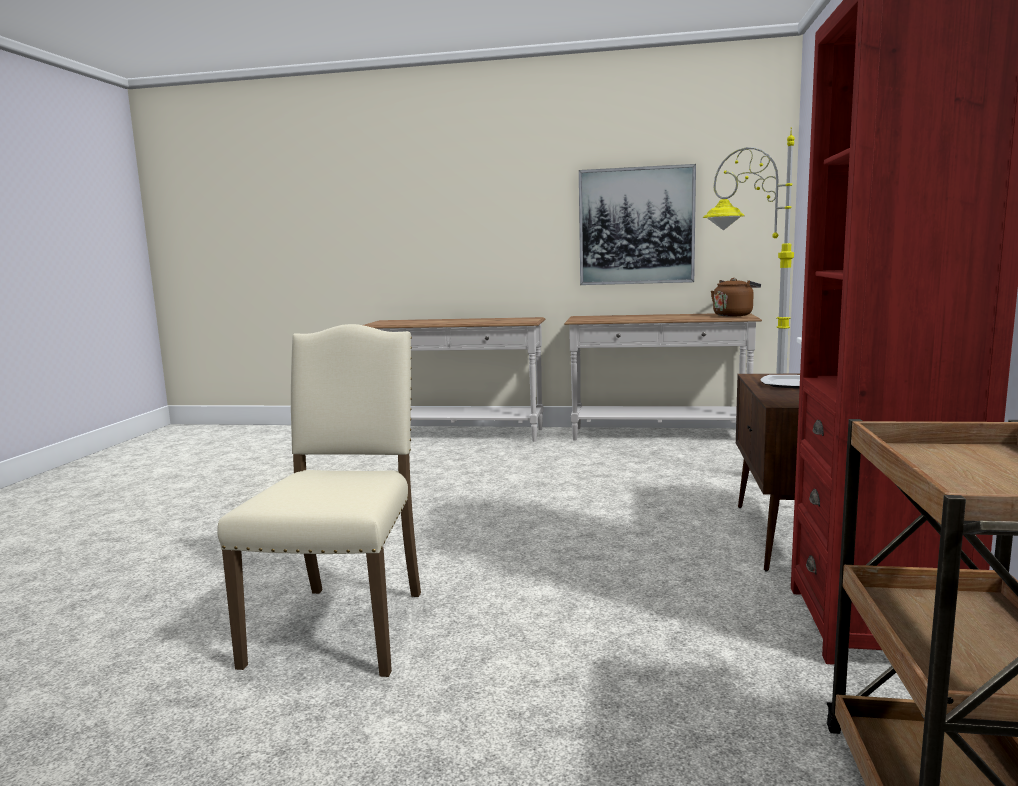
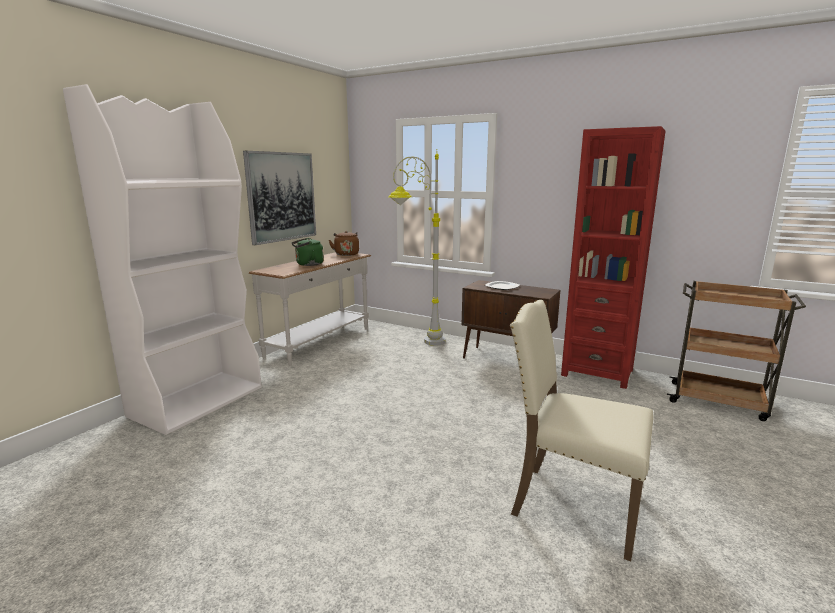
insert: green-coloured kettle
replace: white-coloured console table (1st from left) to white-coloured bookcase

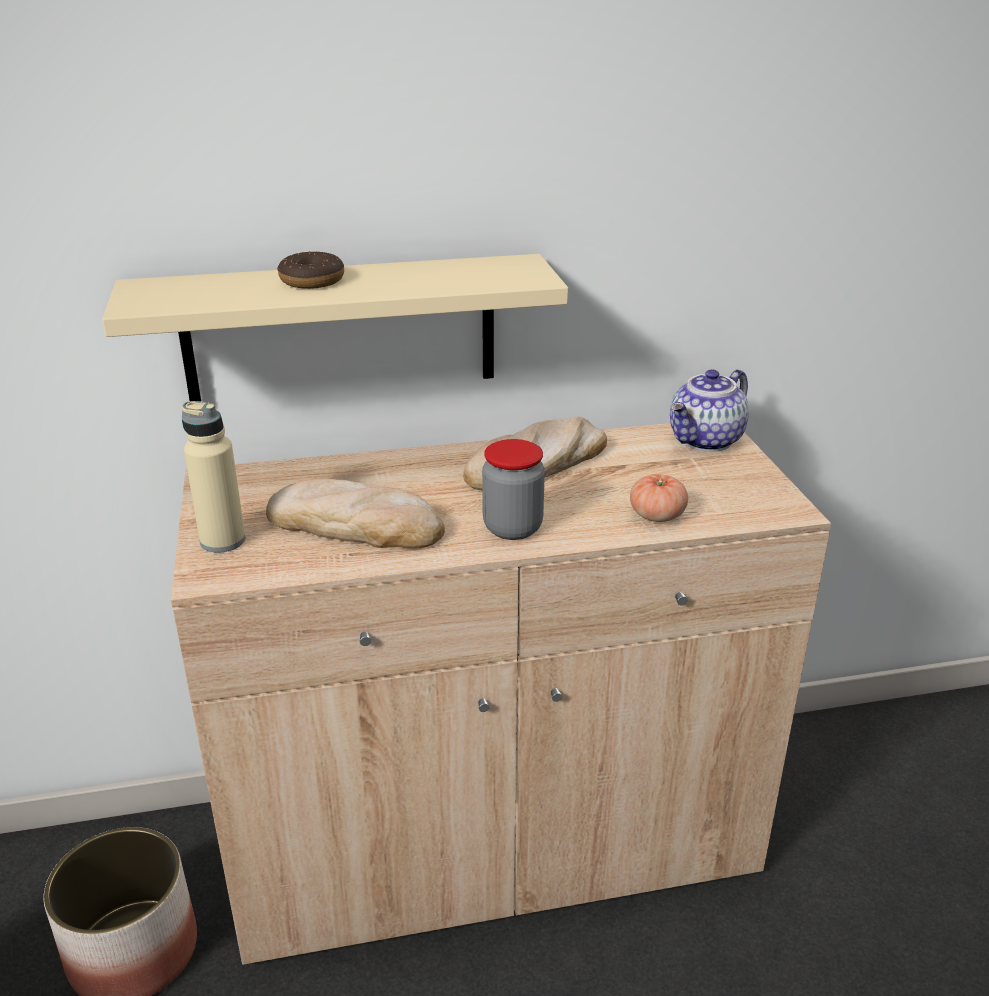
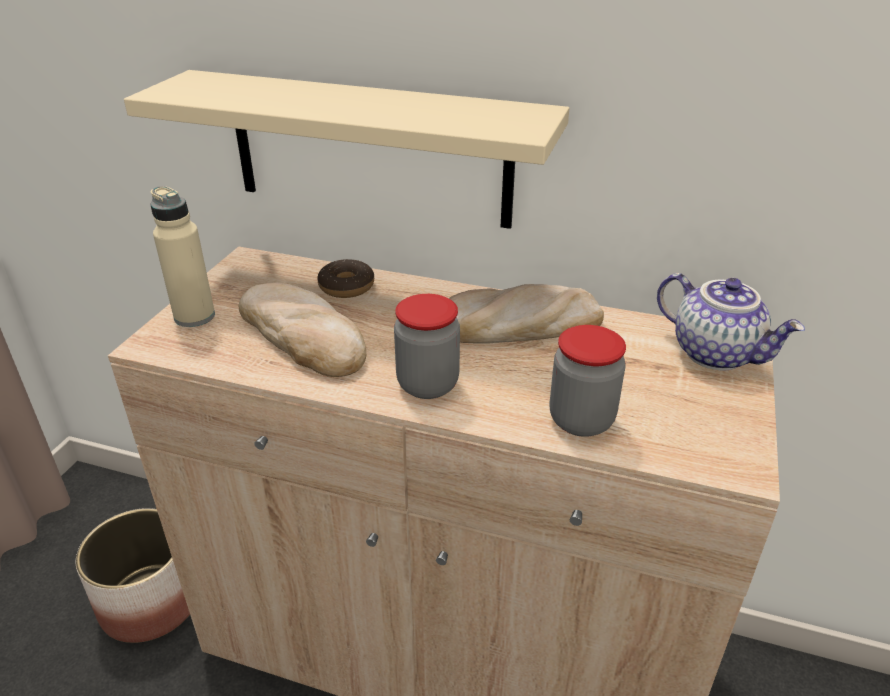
move: donut
replace: tomato to preserve jar (2nd from left)
rotate: pot for tea 120 degrees counterclockwise

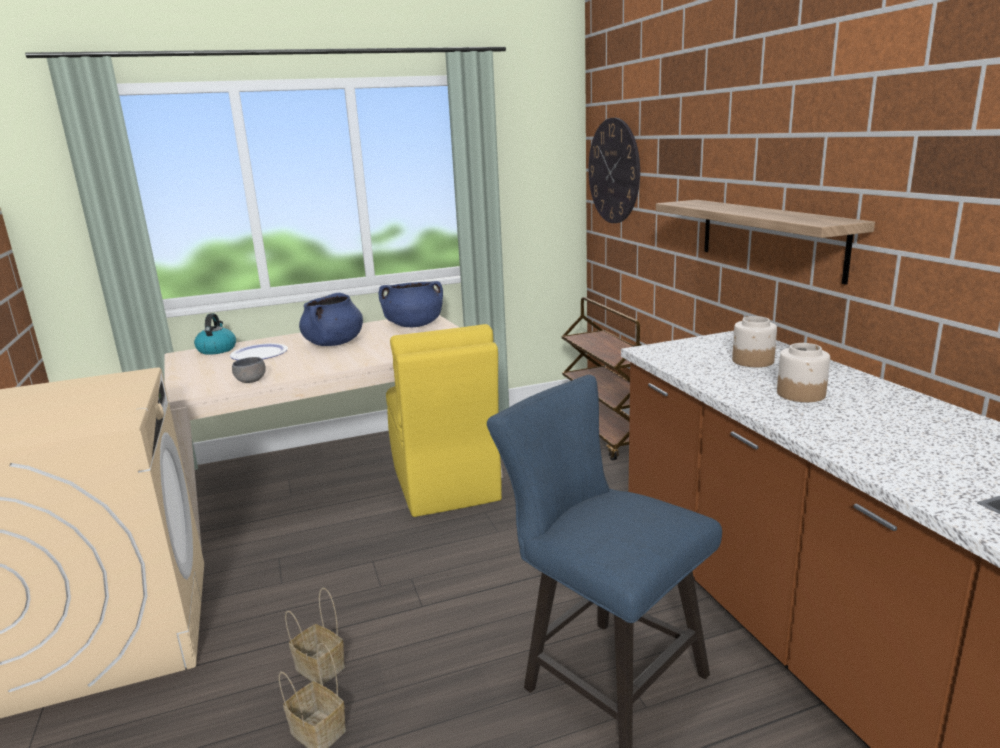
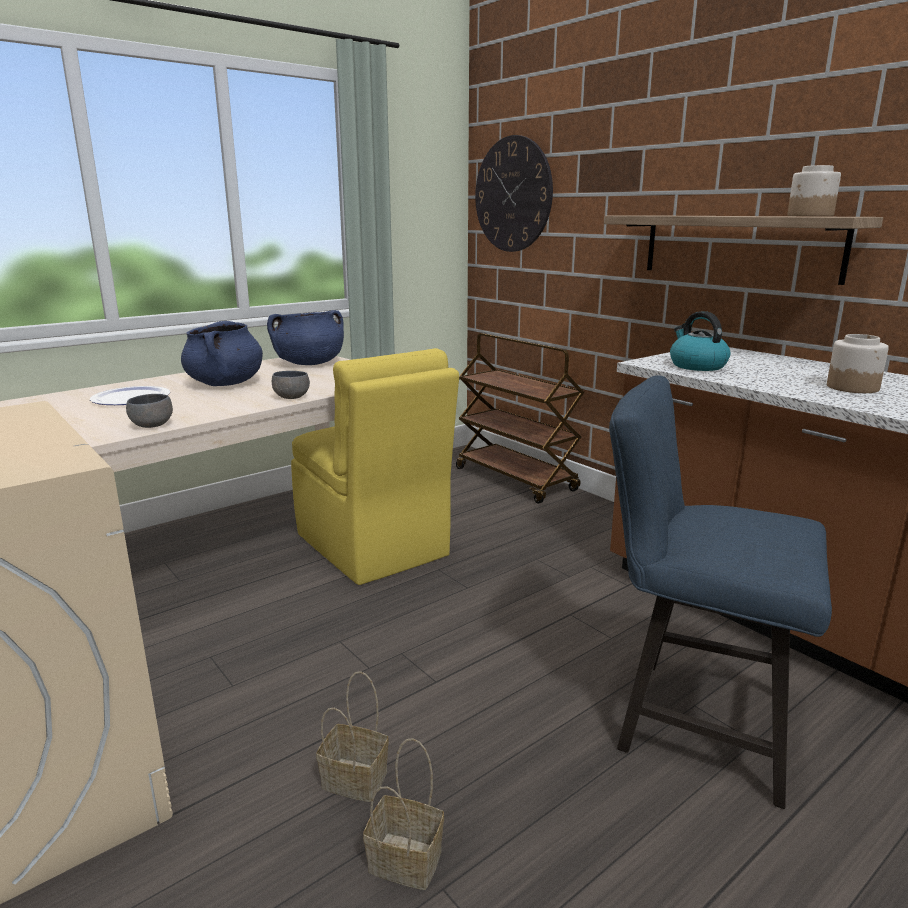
insert: gray serving bowl (2nd from left)
move: kettle; preserve jar (1st from left)

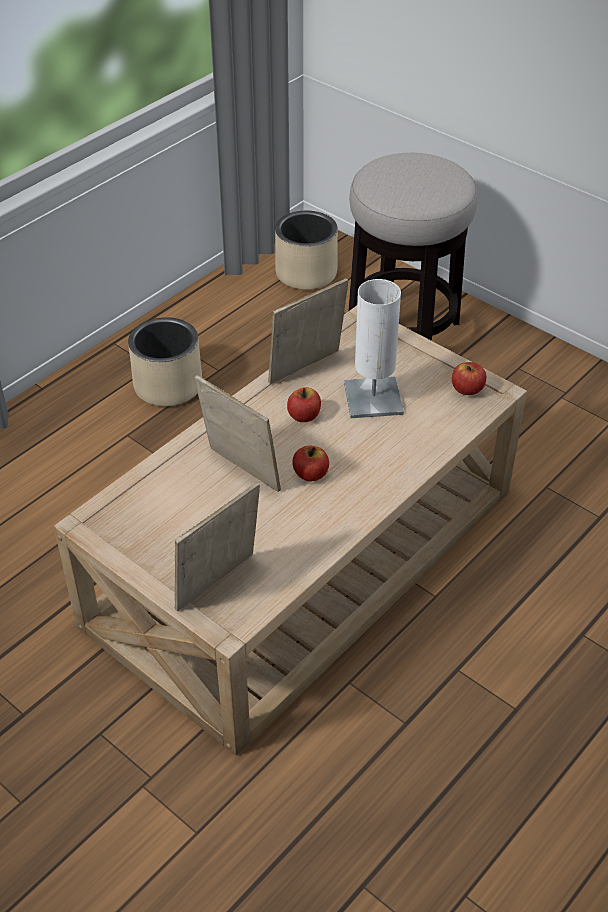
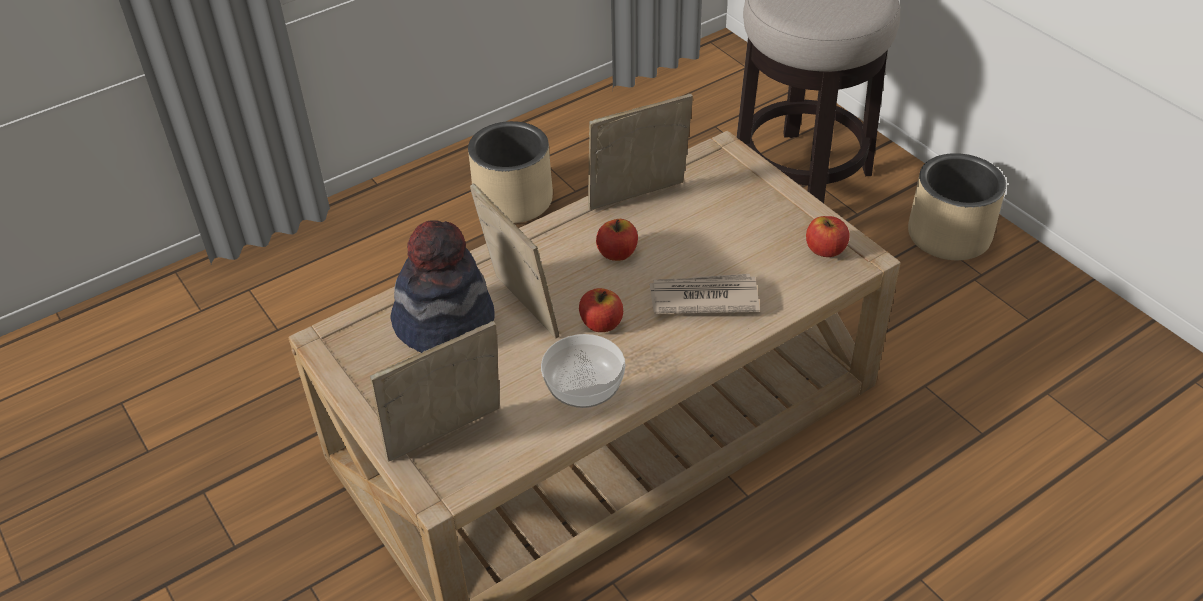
delete: white-coloured tabletop lamp
insert: clothing hat; printed paper; serving bowl
move: beige plant pot (2nd from left)

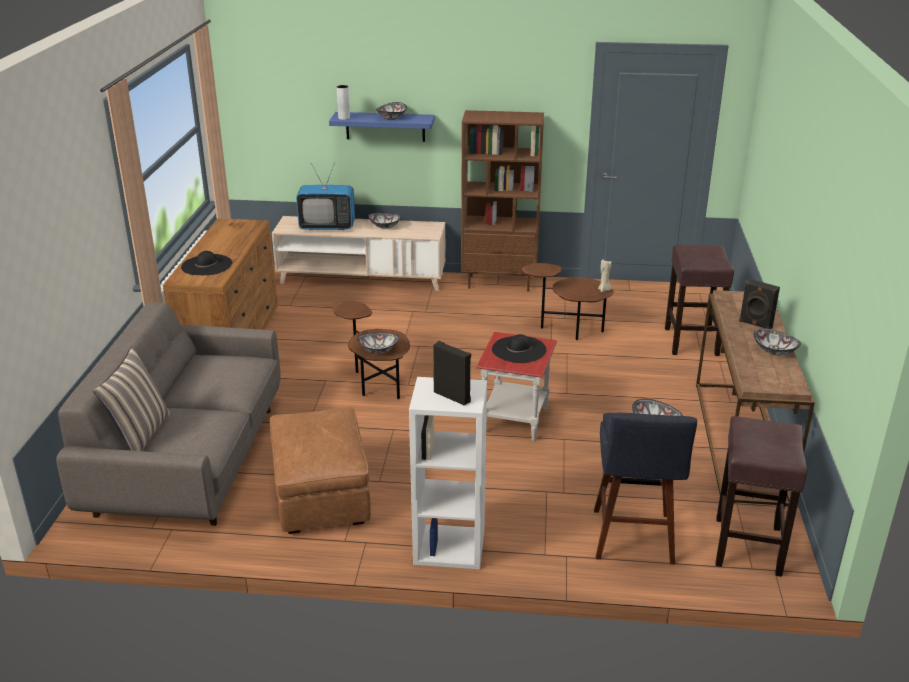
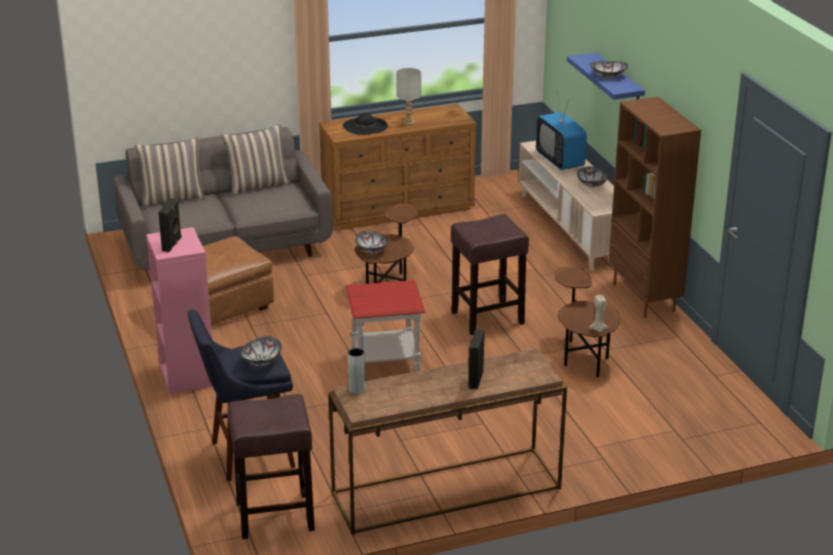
delete: serving bowl (5th from left); blackish clothing hat (2nd from left)
insert: gray tabletop lamp; throw pillow (2nd from left)
move: gray decorative vase; brown sitting stool (1st from left in the first image) to brown sitting stool (2nd from left)
recolor: white-coloured bookcase to pink-coloured bookcase

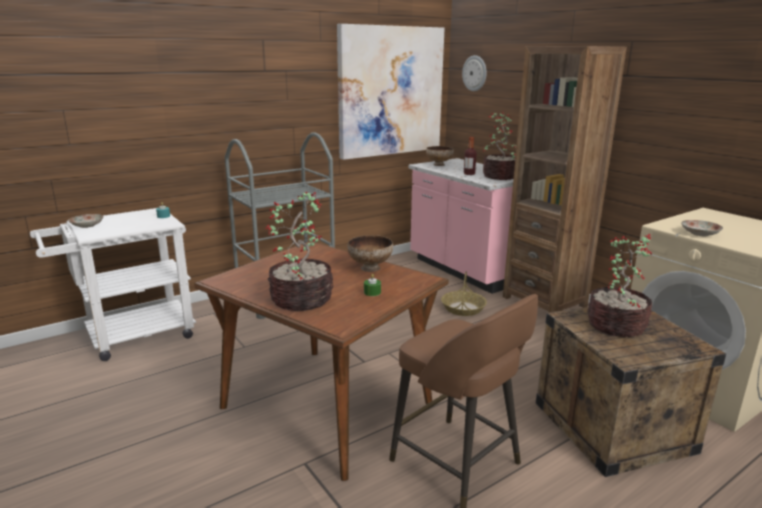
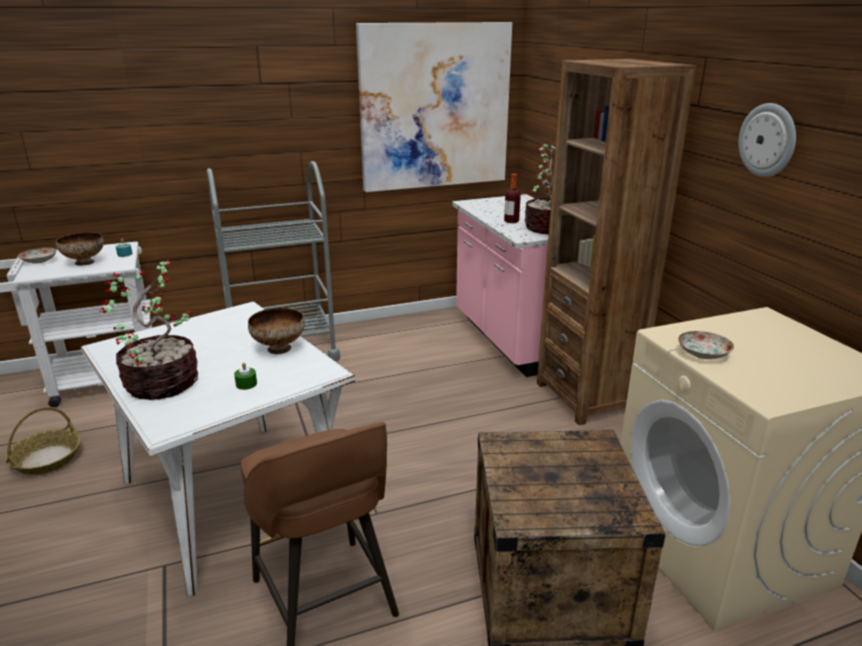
delete: plant in a pot (3rd from left)
move: hanging clock; serving bowl (2nd from left in the first image) to serving bowl (1st from left); basket
recolor: brown dining table to white-coloured dining table

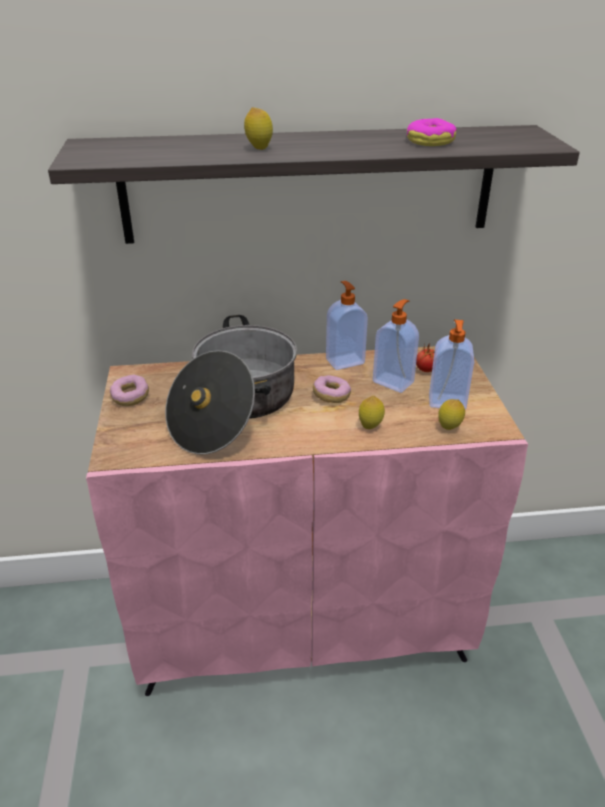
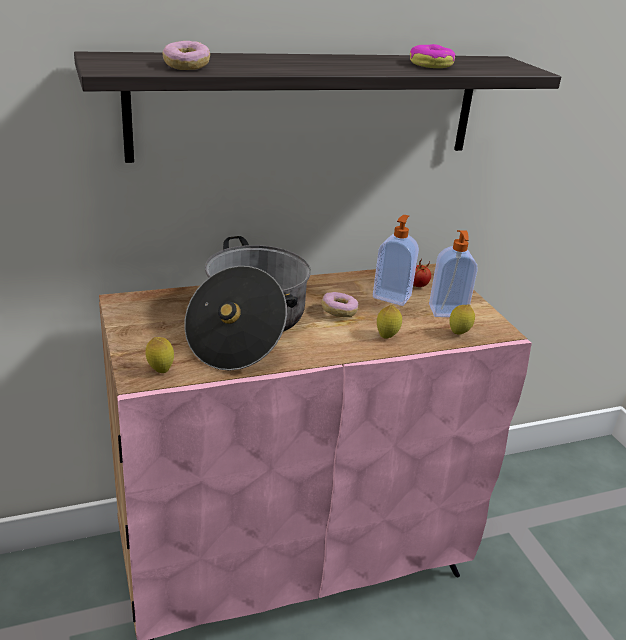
delete: liquid soap bottle (1st from left)
move: lemon (1st from left); donut (1st from left)

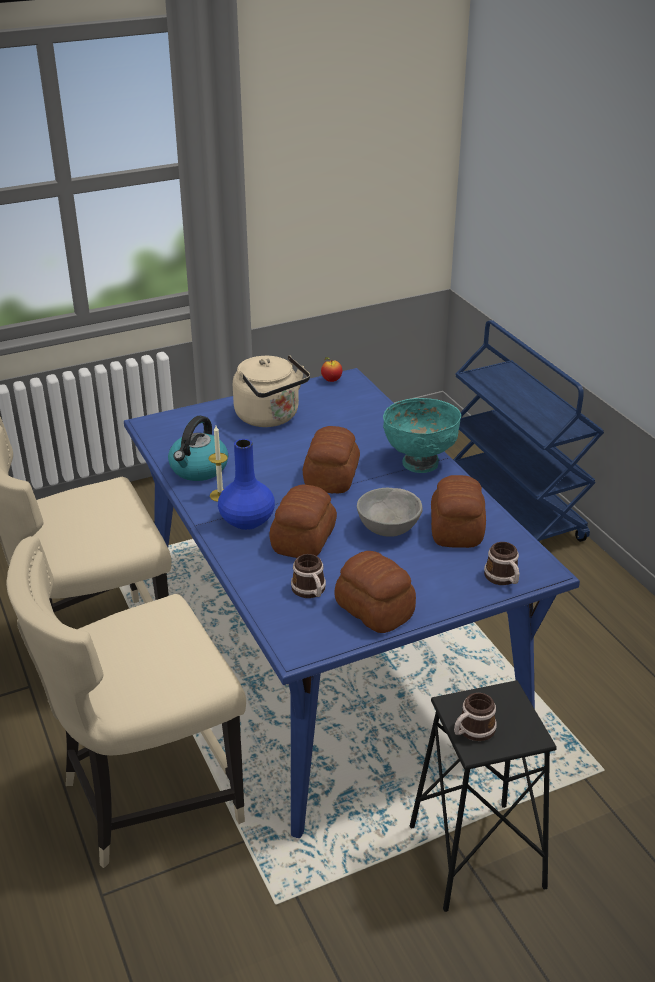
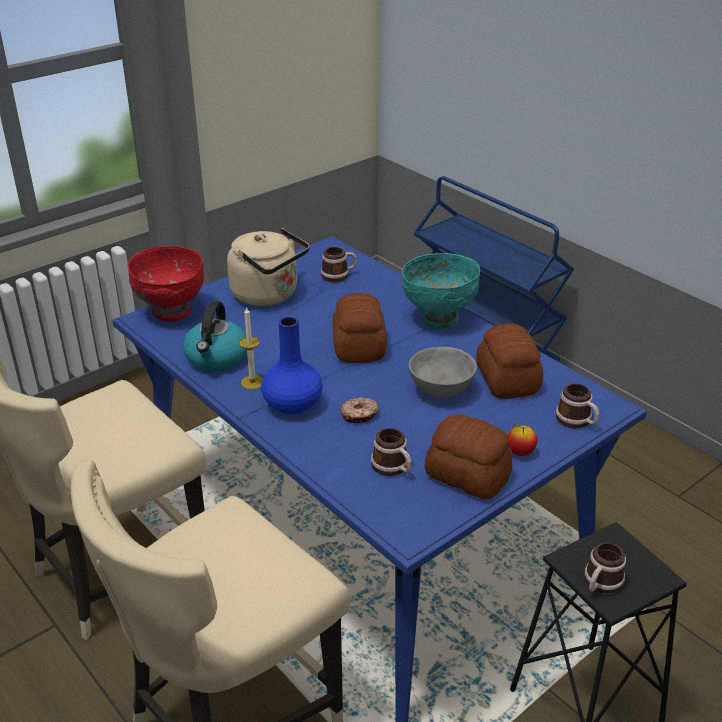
insert: reddish serving bowl; tea mug (1st from left)
move: whole apple
replace: bread (1st from left) to donut

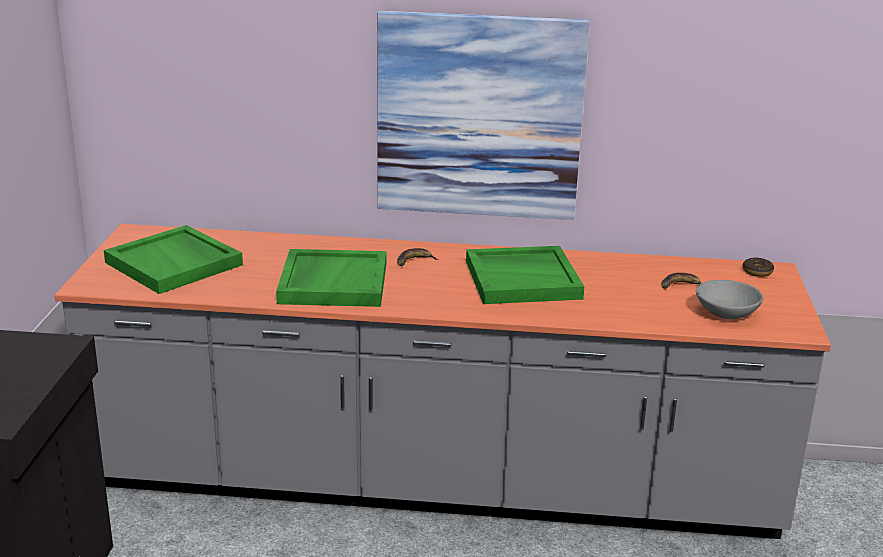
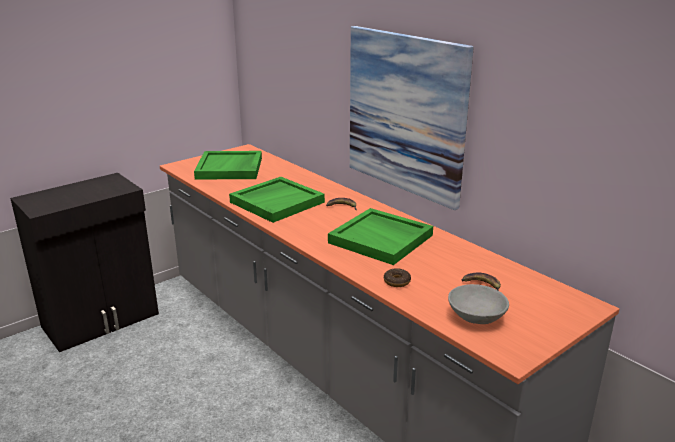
move: donut

